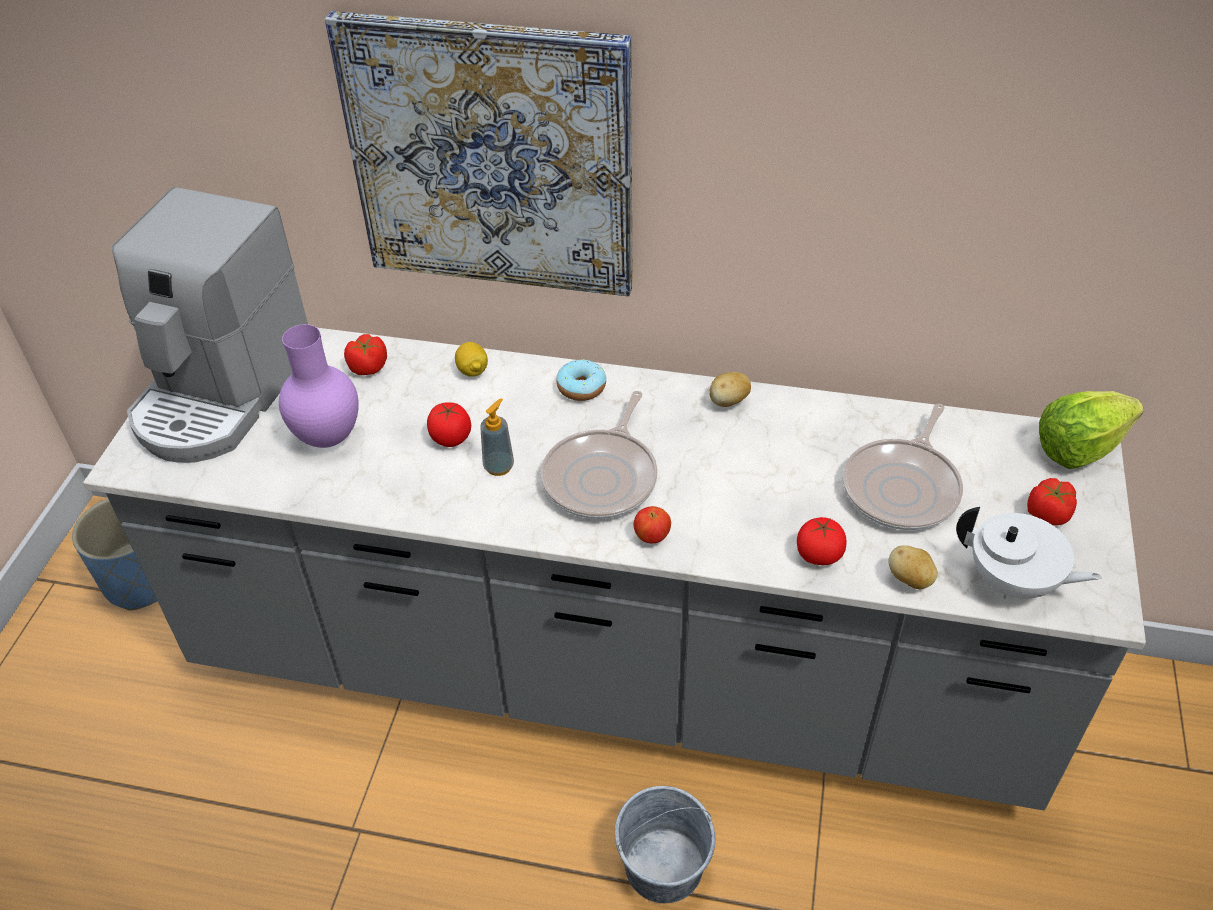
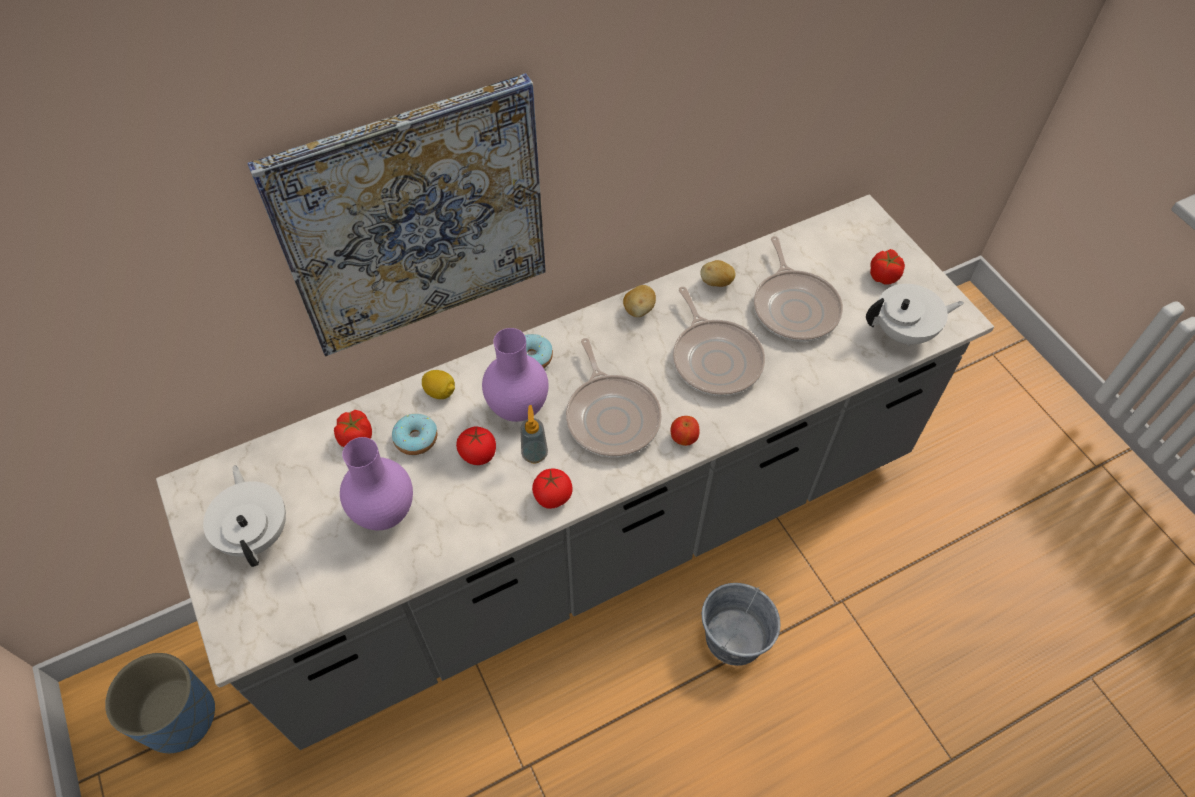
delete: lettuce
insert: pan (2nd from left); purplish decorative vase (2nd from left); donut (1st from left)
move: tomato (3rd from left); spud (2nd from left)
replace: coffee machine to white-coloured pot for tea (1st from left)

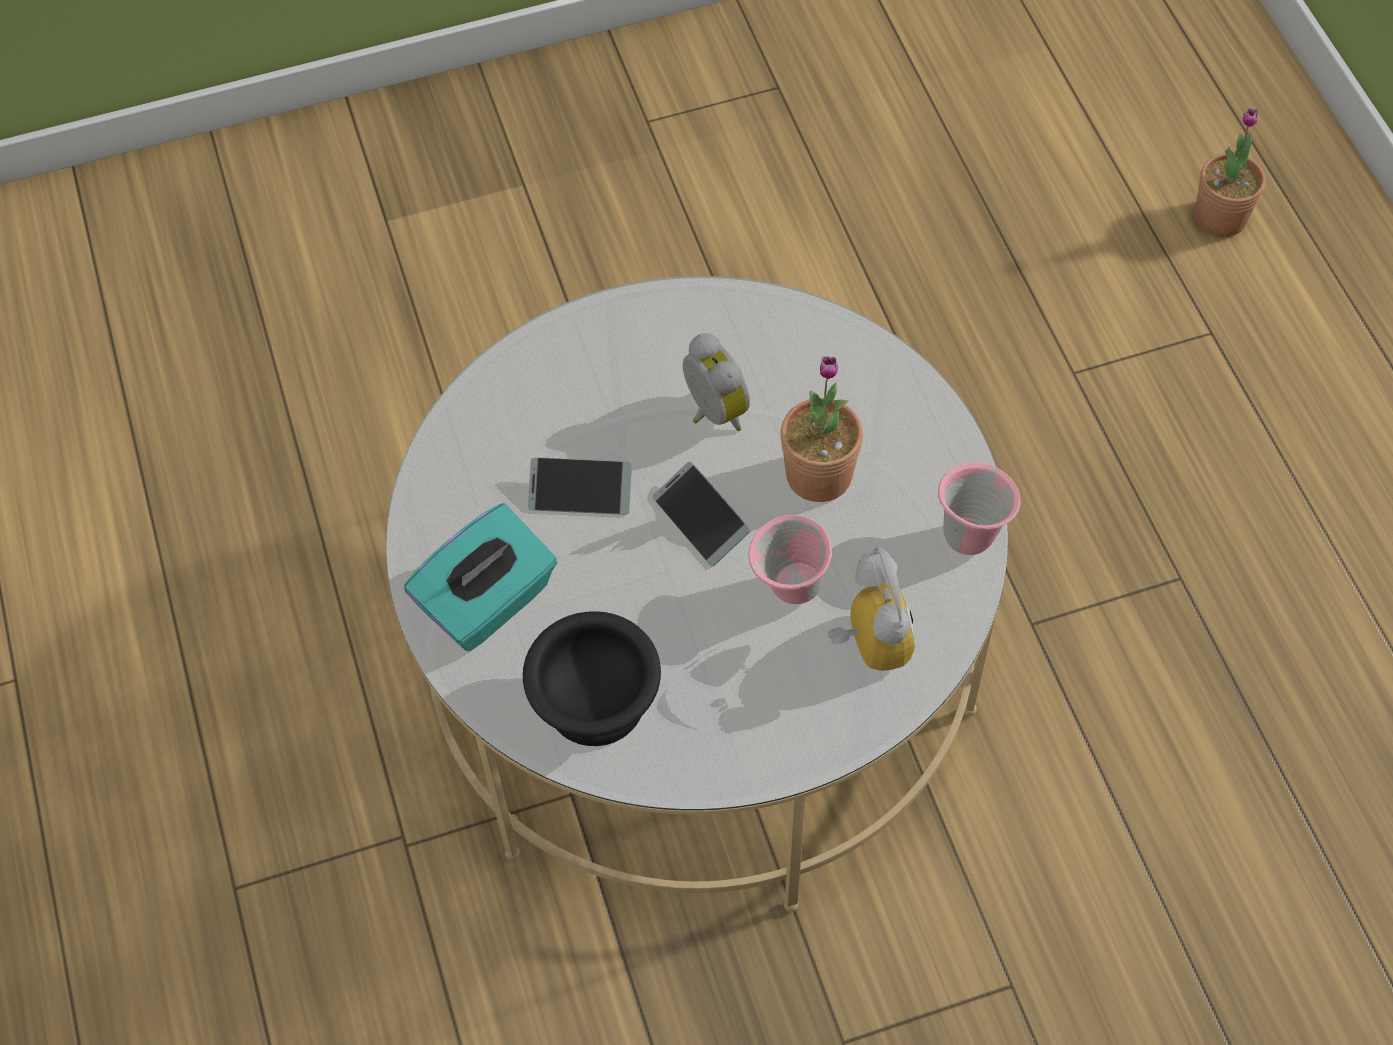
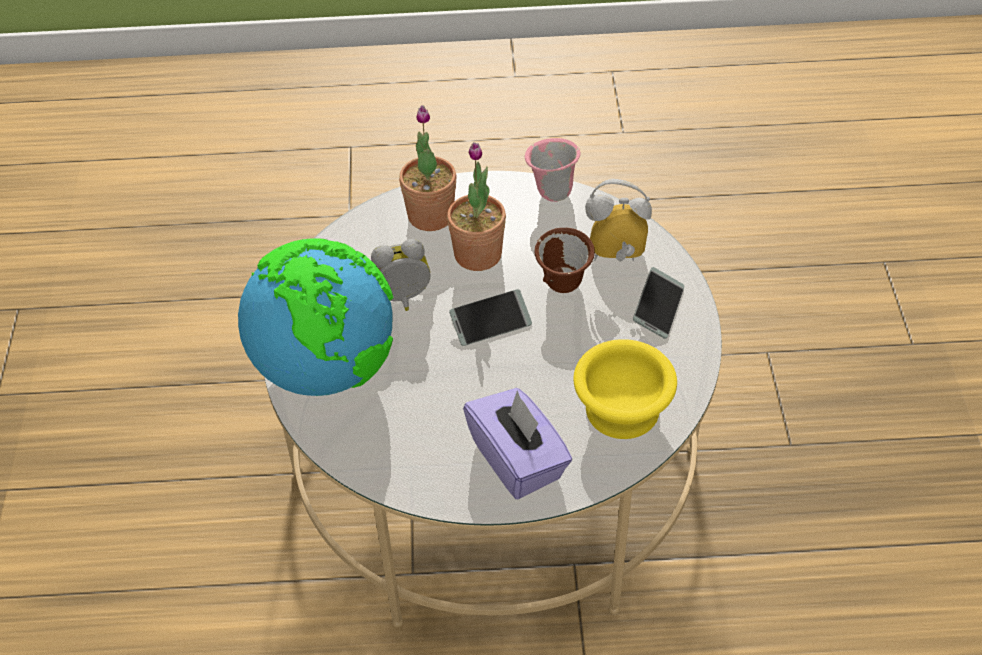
insert: desk globe
move: plant in a pot (2nd from left in the first image) to plant in a pot (1st from left); telephone (1st from left in the first image) to telephone (2nd from left)
recolor: turquoise-coloured box of tissues to purplish box of tissues; pink-coloured tea mug (1st from left) to brown tea mug; blackish serving bowl to yellowish serving bowl

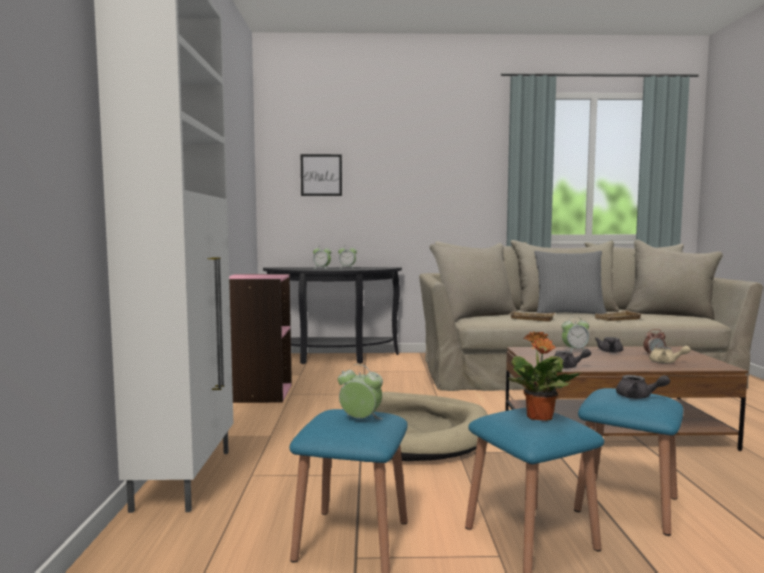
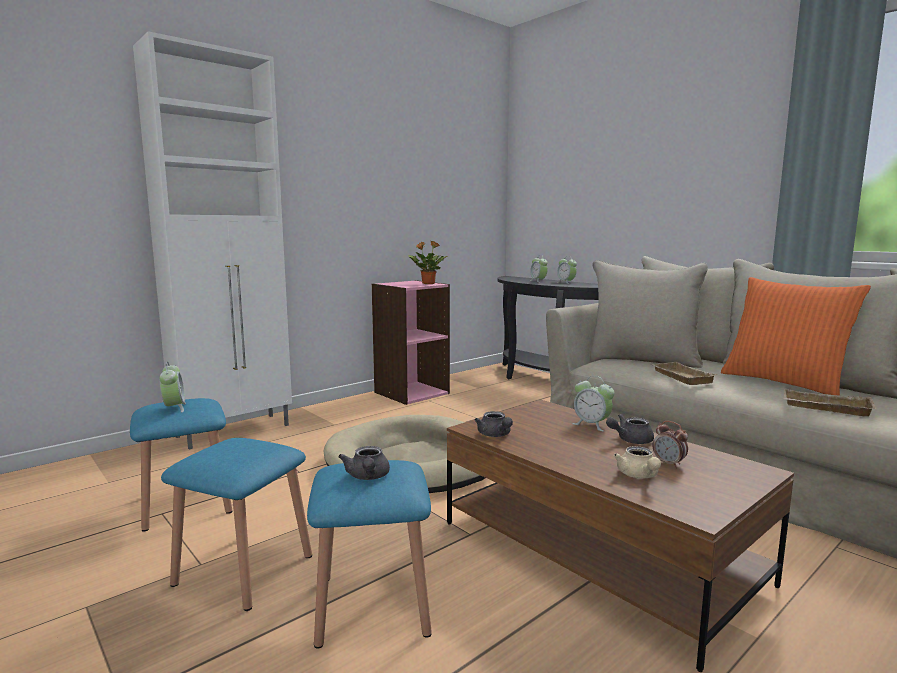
delete: wall art
move: plant in a pot
recolor: gray throw pillow to orange throw pillow

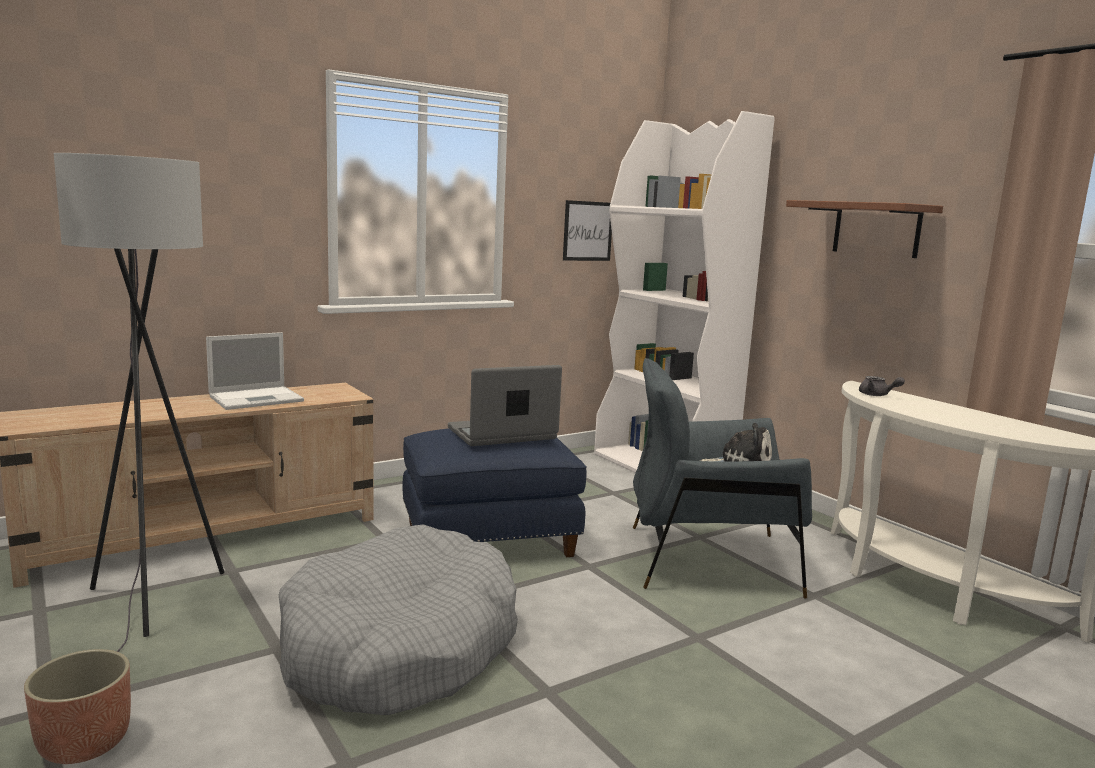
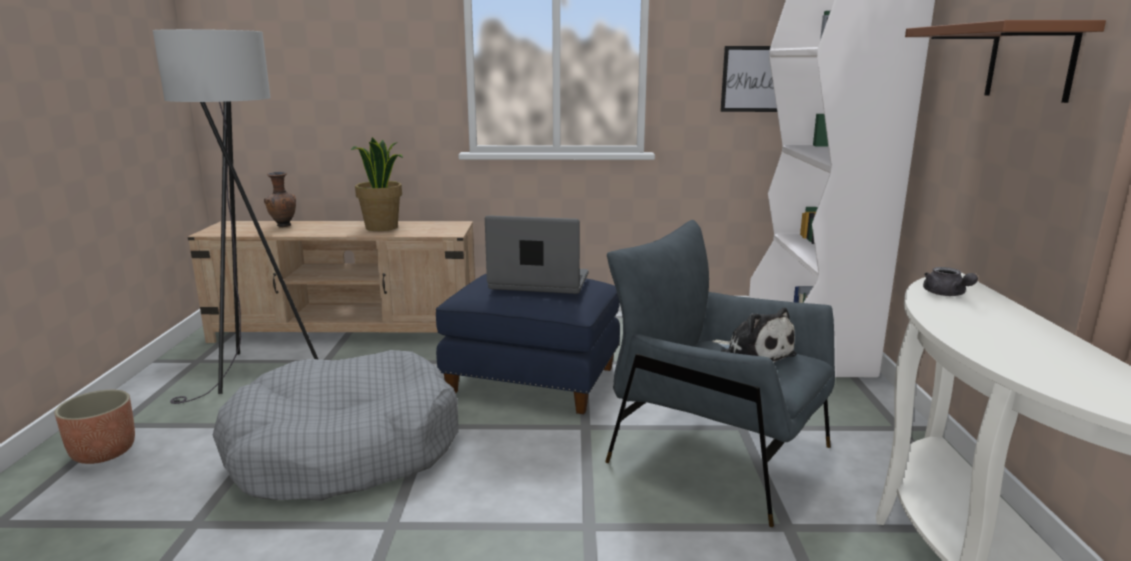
insert: brown decorative vase
replace: portable computer (1st from left) to plant in a pot

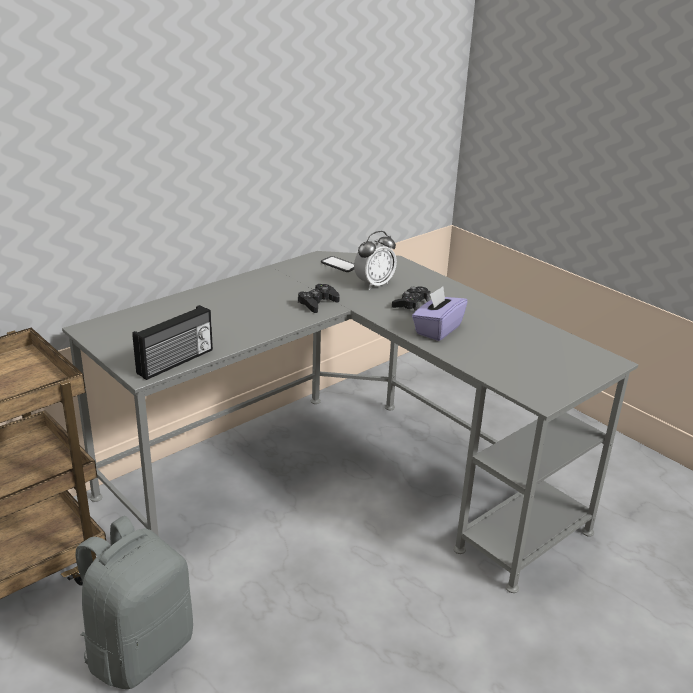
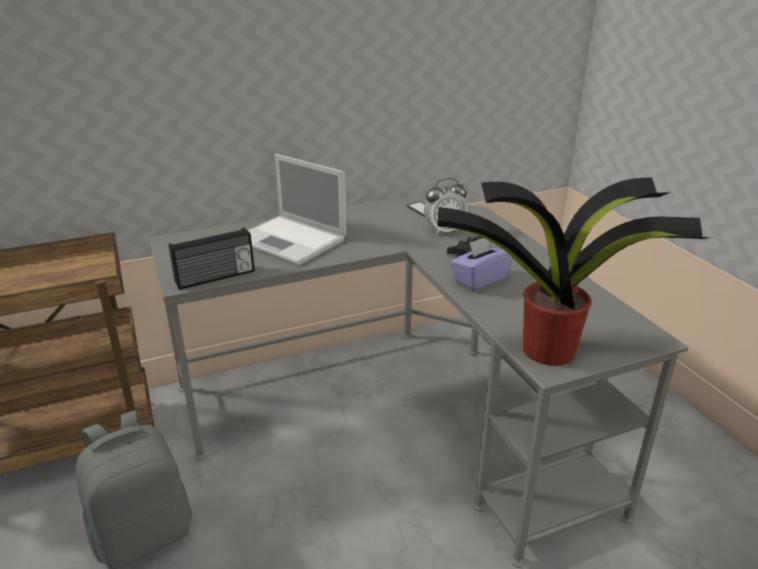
delete: blackish joypad (1st from left)
insert: portable computer; plant in a pot

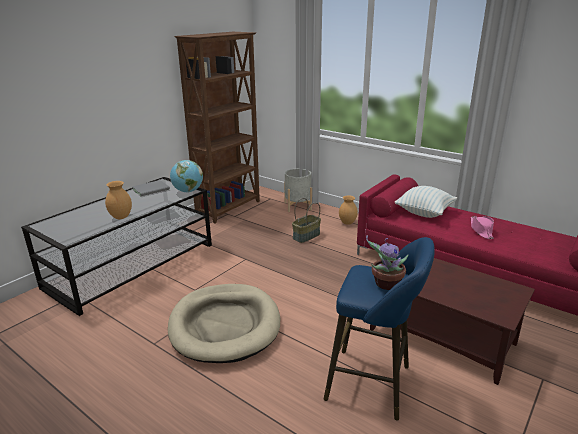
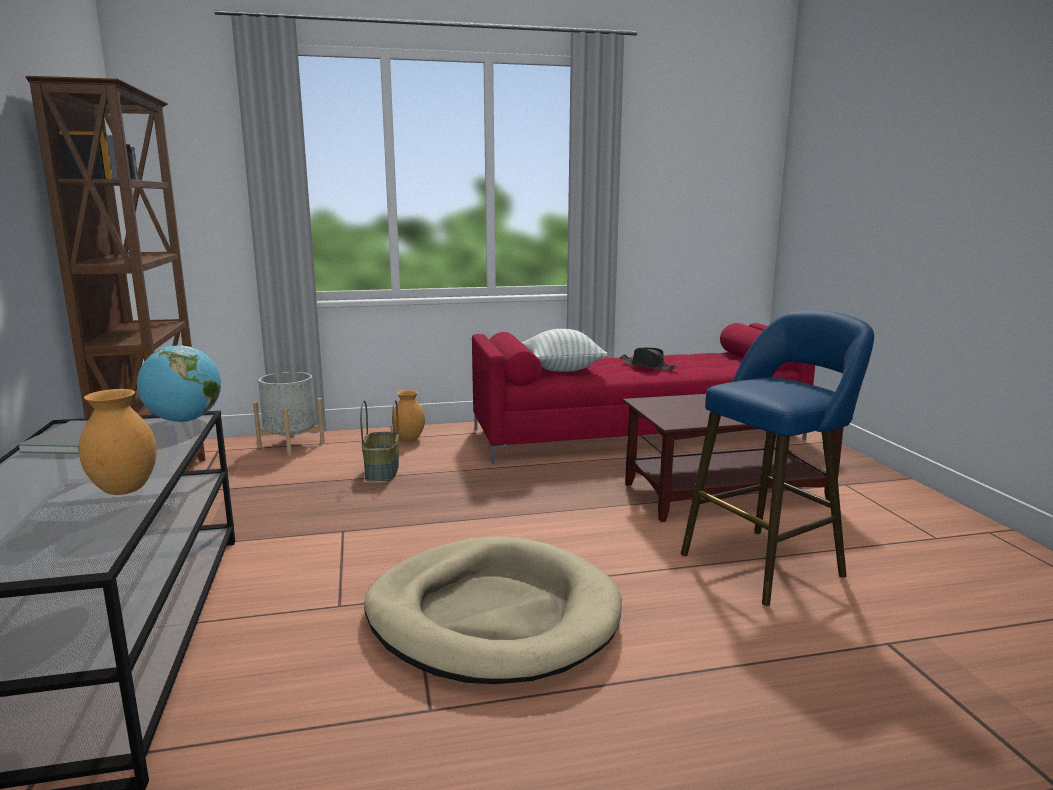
delete: plant in a pot
recolor: pink-coloured clothing hat to blackish clothing hat

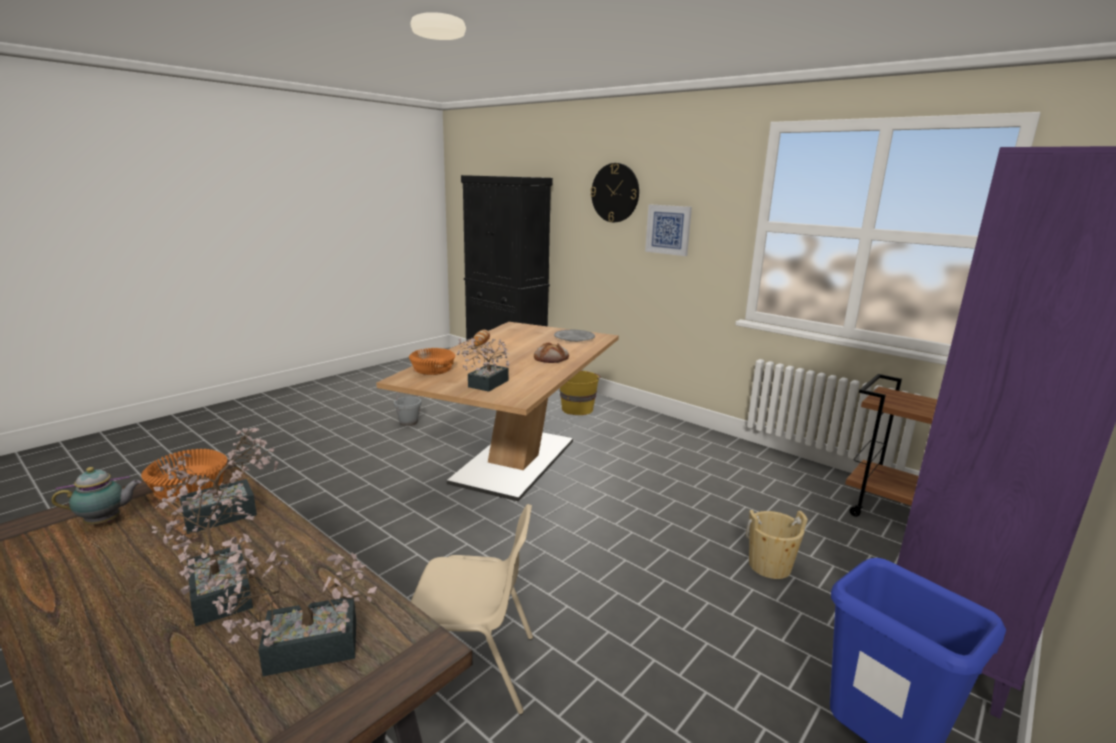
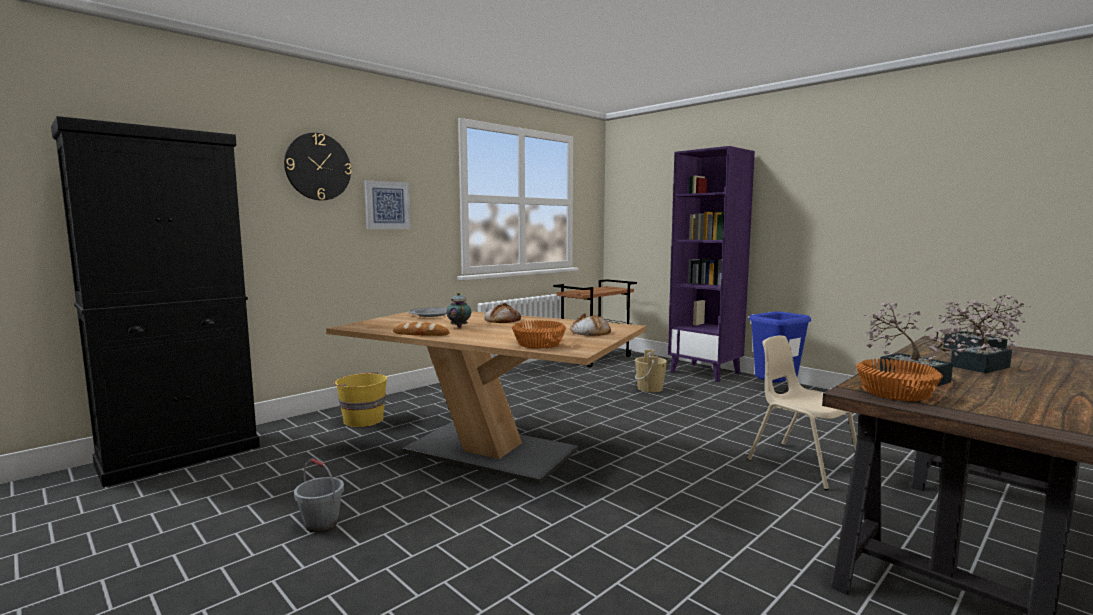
move: pot for tea
replace: plant in a pot (4th from left) to bread (3rd from left)
rotate: beige chair 45 degrees counterclockwise

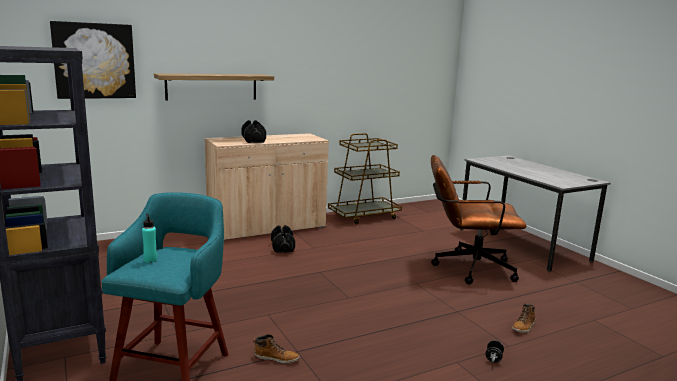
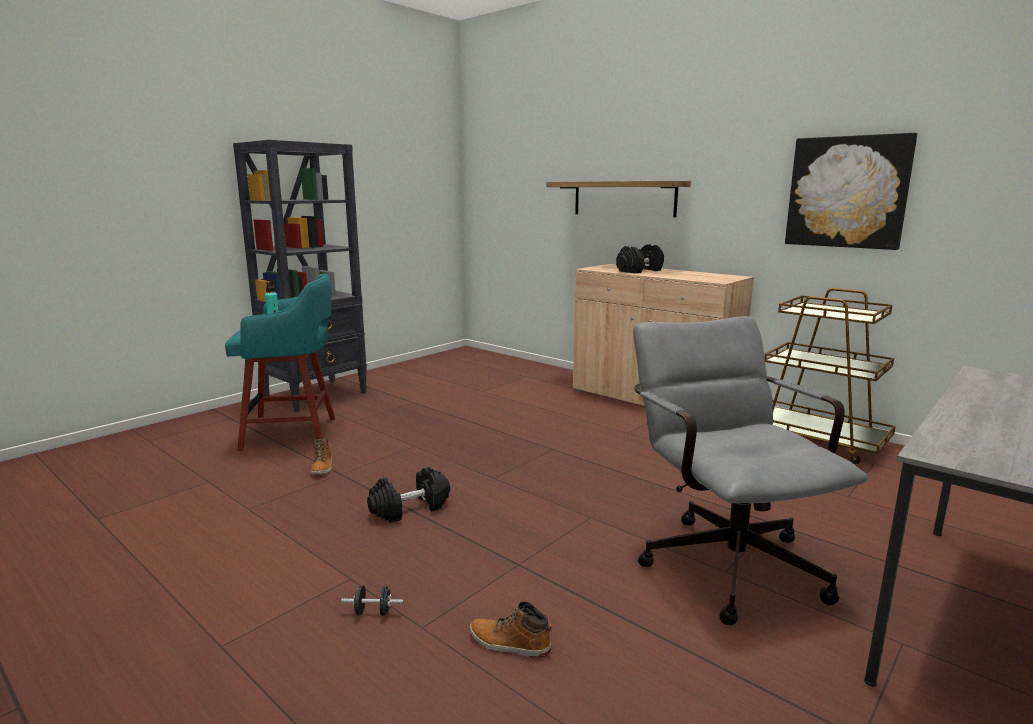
move: wall art; blackish hand weight (2nd from left)
recolor: brown office chair to gray office chair

